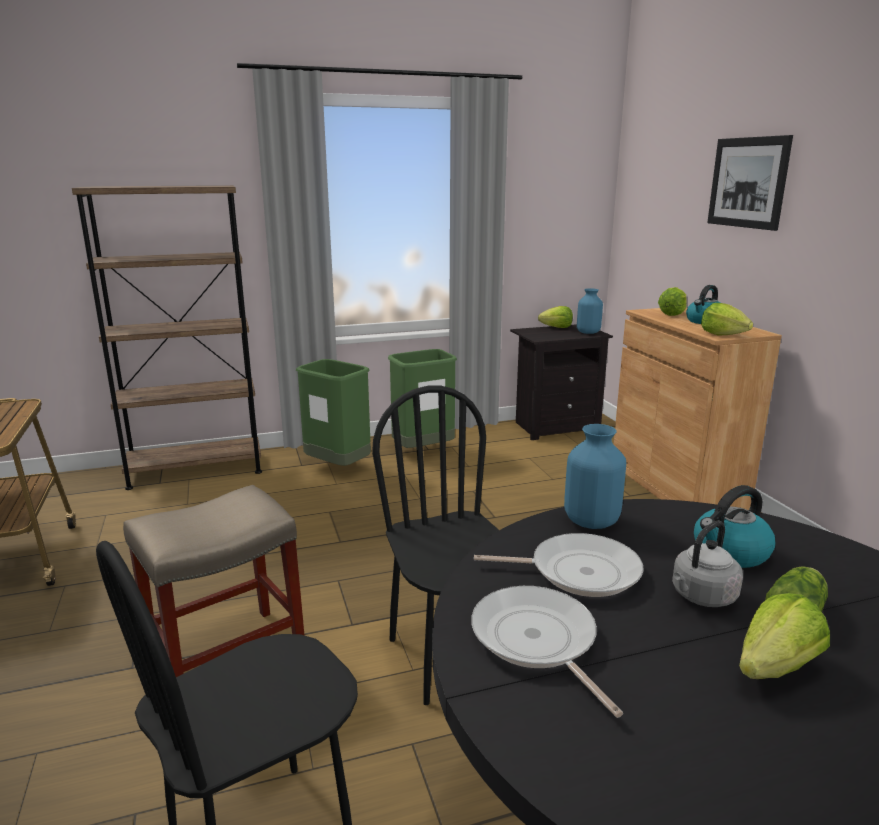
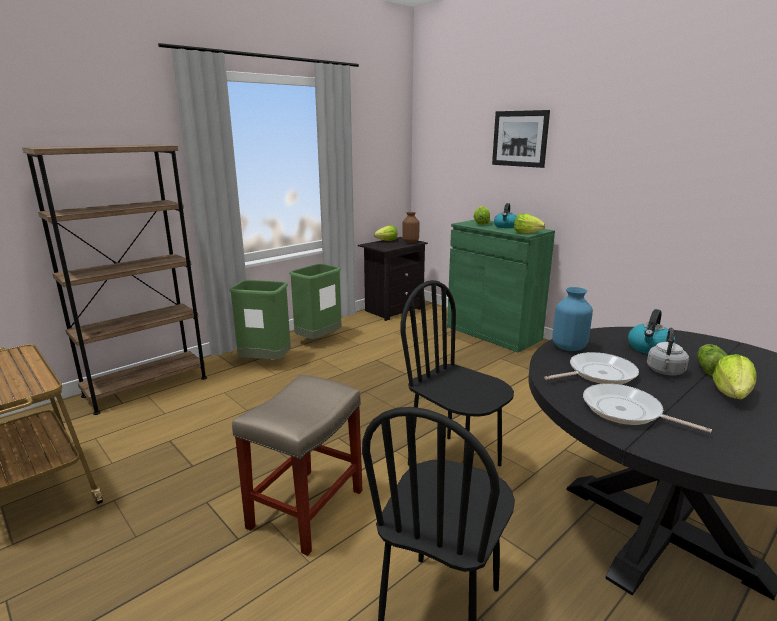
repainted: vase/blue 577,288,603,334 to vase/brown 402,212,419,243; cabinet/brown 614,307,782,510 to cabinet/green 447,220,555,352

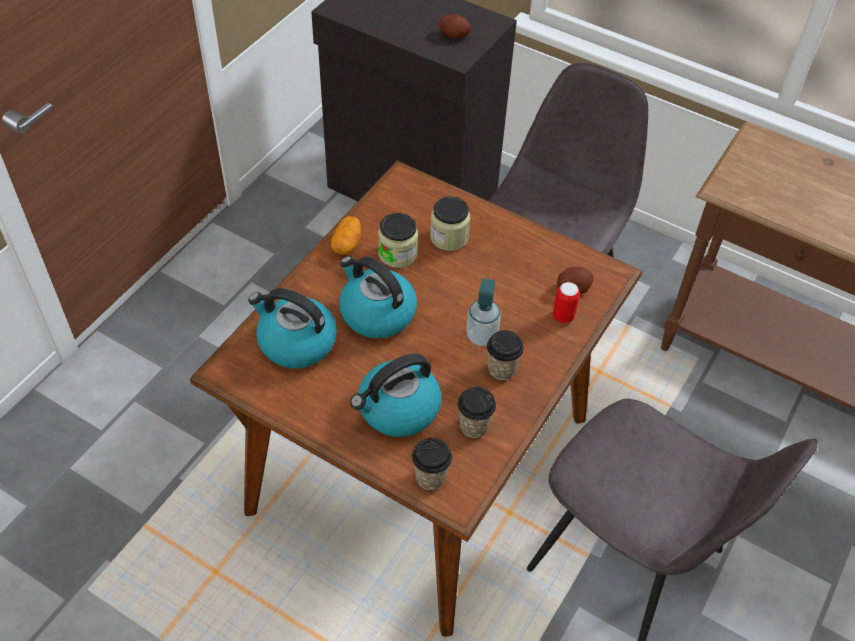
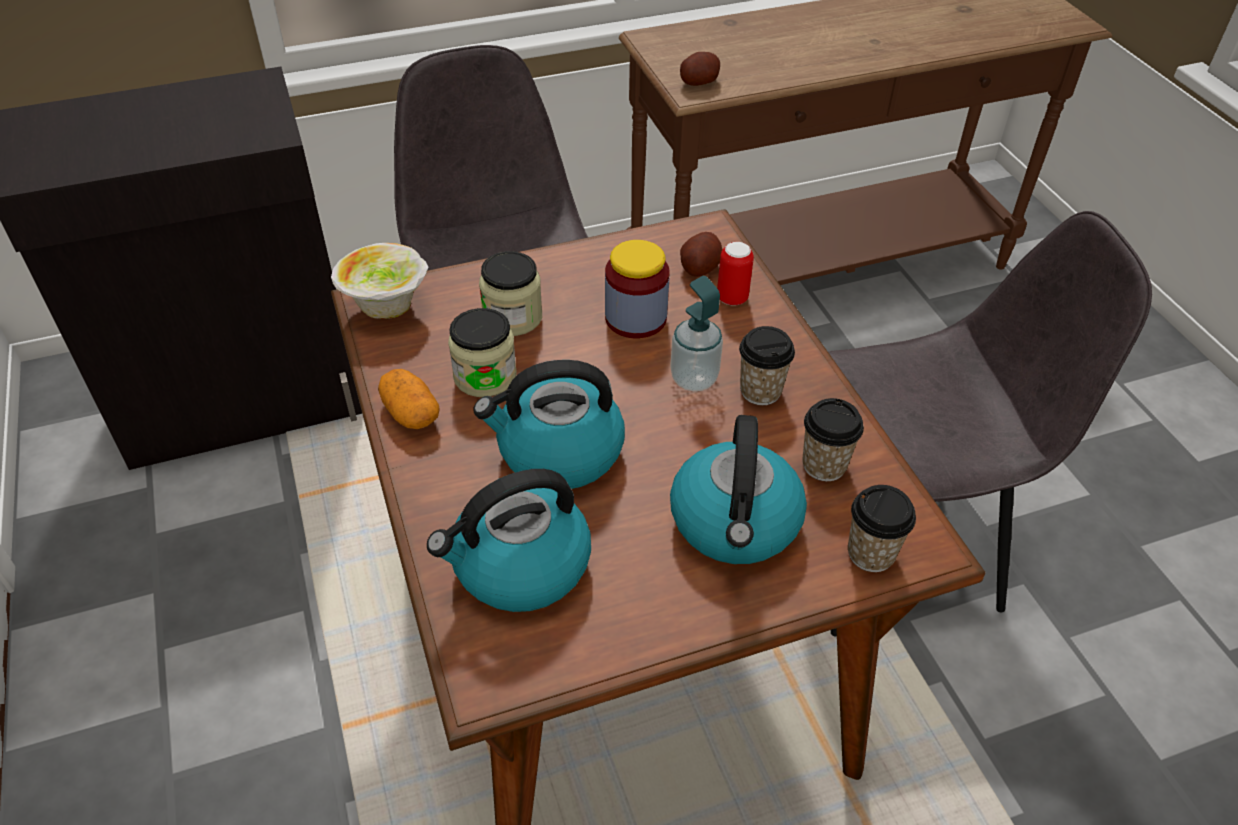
new: bowl 331,243,428,319; jar 605,240,670,338
shifted: potato 439,14,471,39 to 680,52,720,86

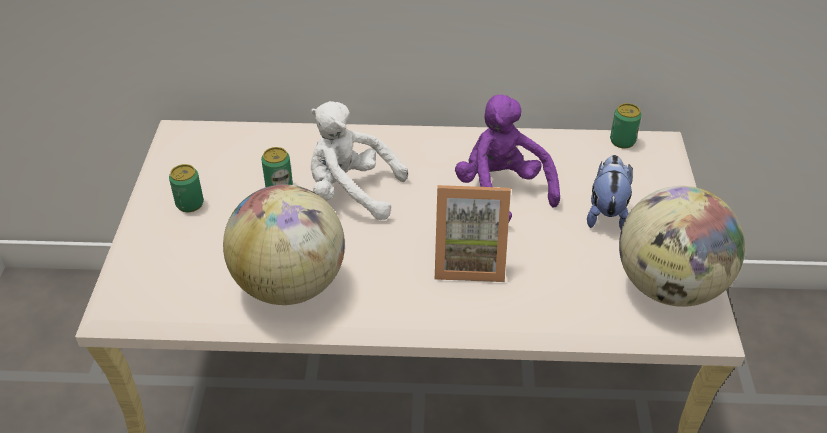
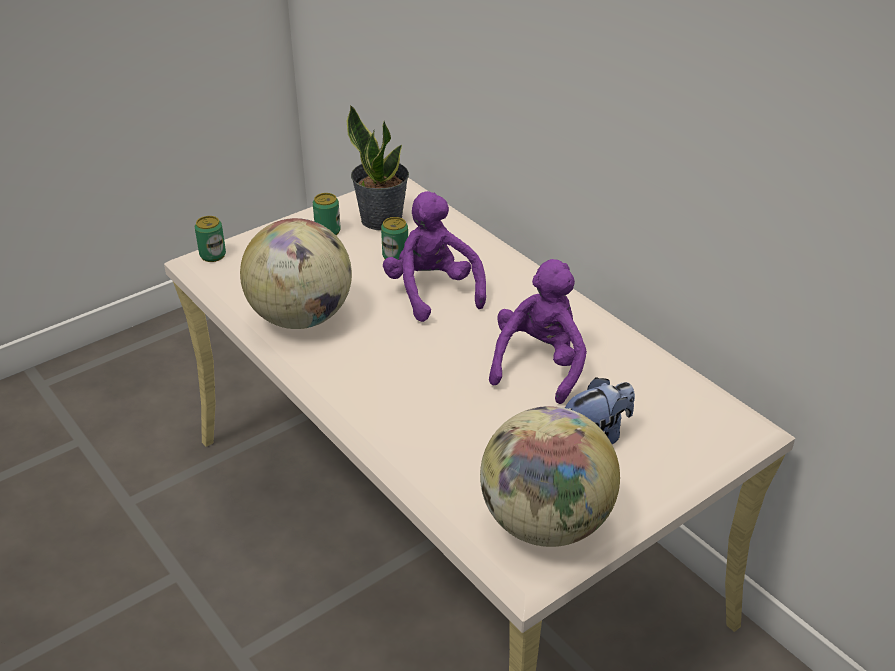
gone: picture frame 435,185,511,282
new: potted plant 347,105,409,230
shifted: can 610,103,642,149 to 195,216,226,262
repainted: plush toy/white 311,101,408,220 to plush toy/purple 383,191,486,322

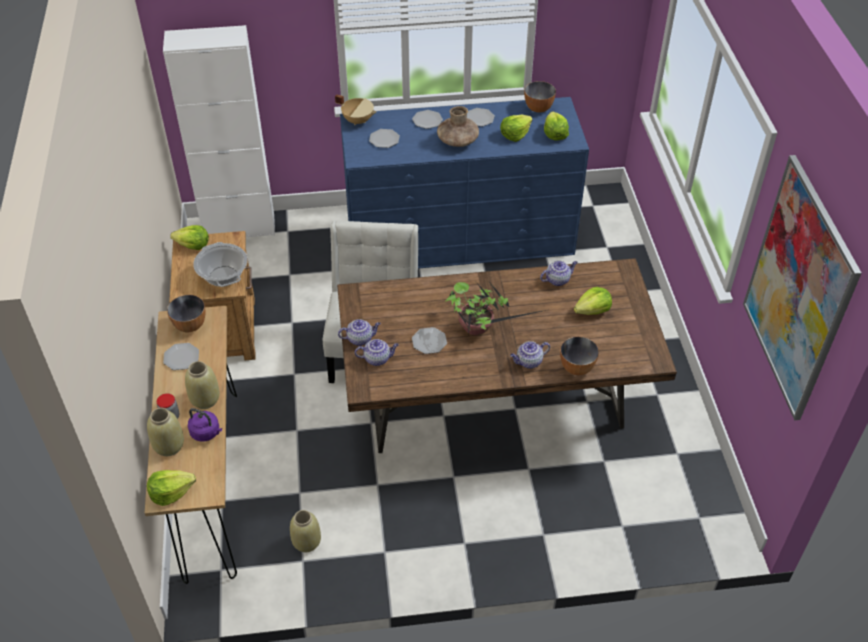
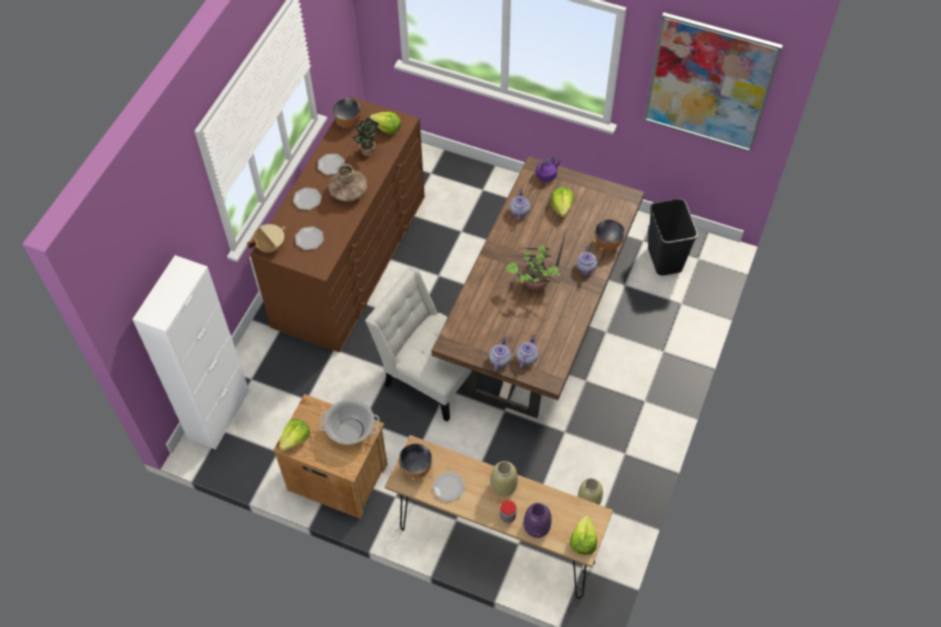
gone: plate 412,327,447,354
new: trash can/black 648,198,698,276
shifted: kettle/purple 188,408,222,442 to 536,157,562,182
swapped: lettuce 500,114,533,142 to potted plant 352,118,380,156
repainted: dresser/blue 340,97,589,269 to dresser/brown 250,96,425,353; vase/beige 147,408,184,456 to vase/purple 524,503,552,538

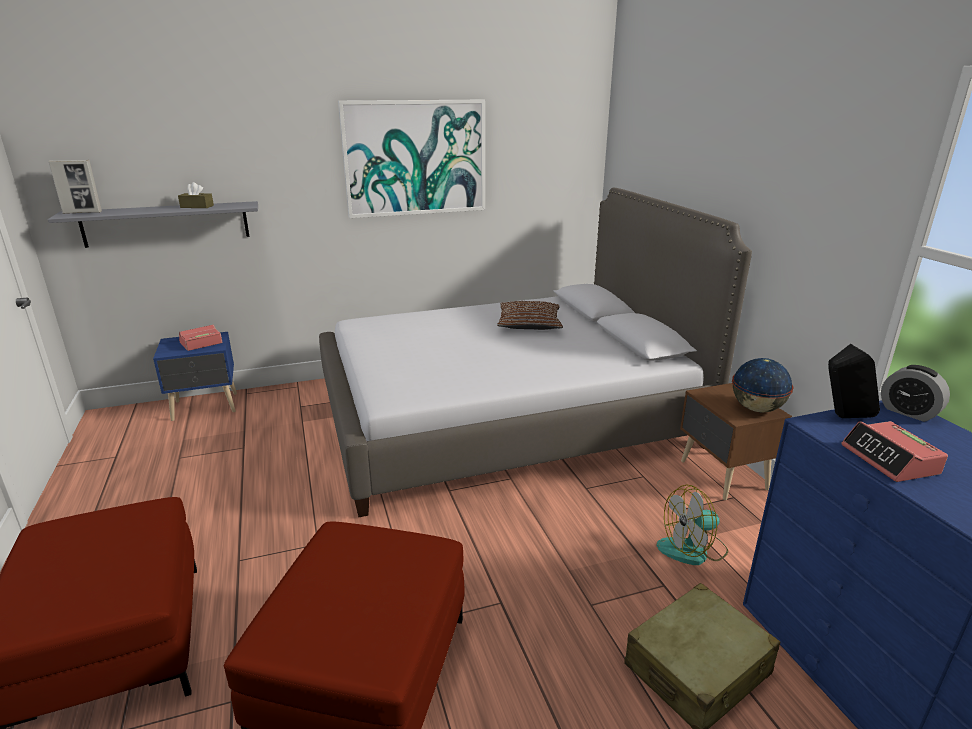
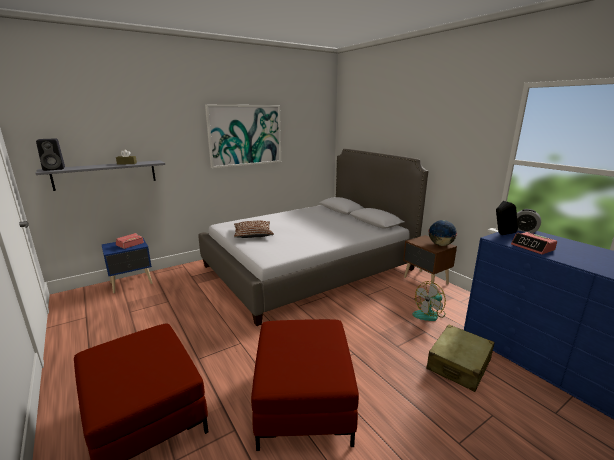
shifted: pillow/brown 497,301,563,330 to 234,221,274,238
swapped: picture frame 48,160,102,214 to speaker/black 36,139,65,171

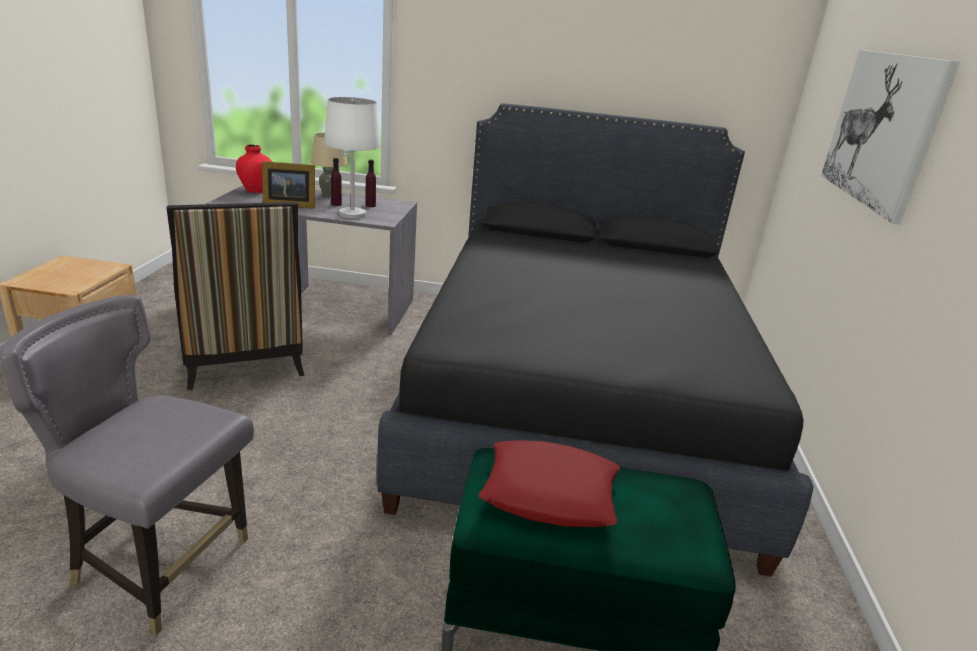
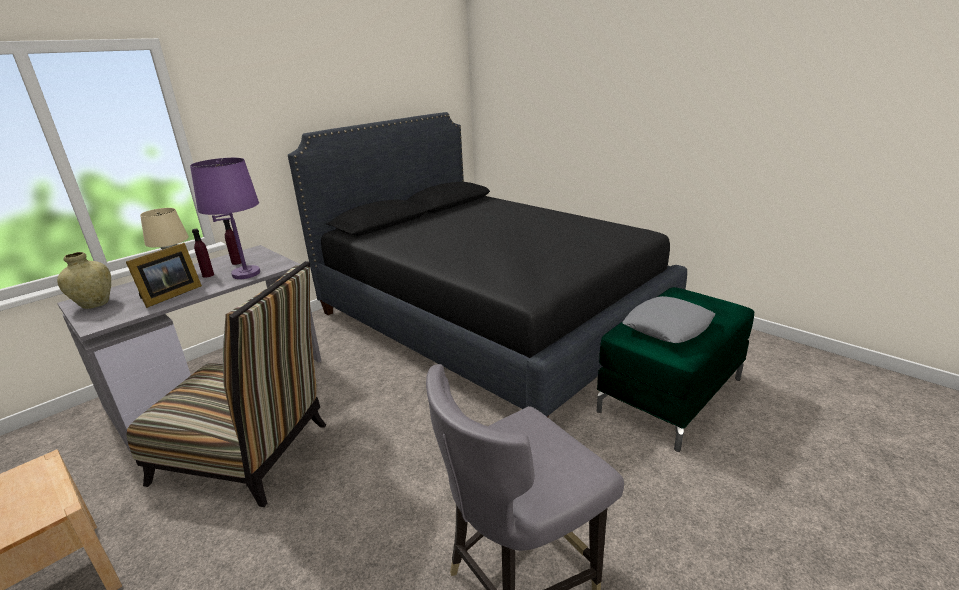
gone: picture 821,50,960,225
repainted: vase/red 236,144,272,193 to vase/beige 57,252,111,309; table lamp/white 324,97,381,219 to table lamp/purple 190,158,260,279; pillow/red 479,440,620,527 to pillow/grey 622,296,715,343

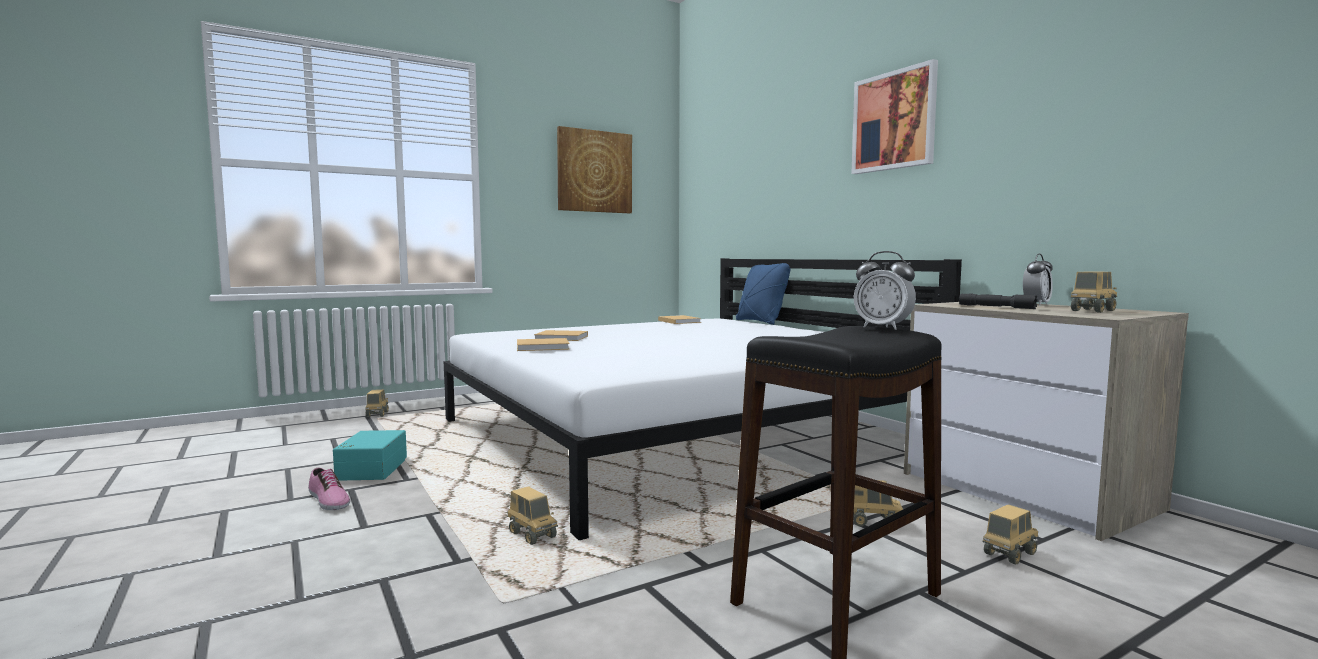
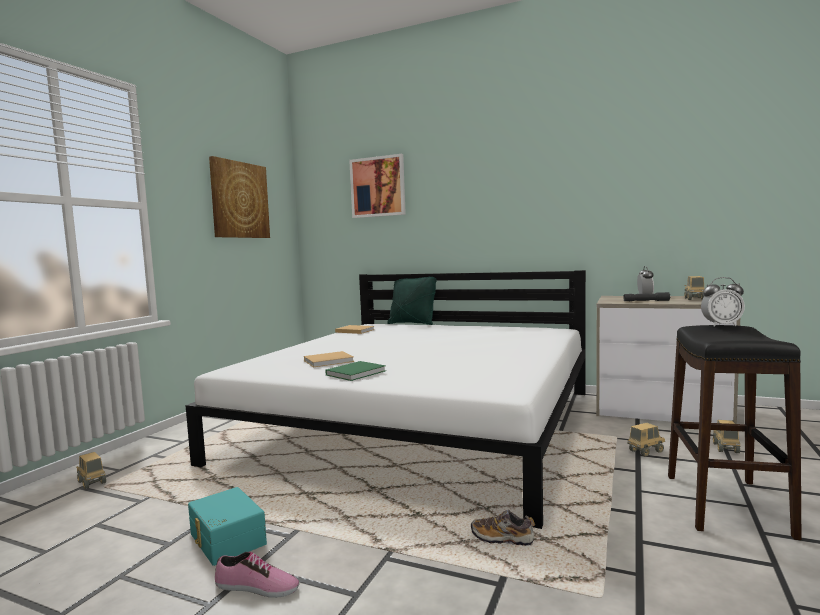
shifted: picture 851,59,938,174 to 349,154,406,218
swapped: toy truck 507,486,558,545 to shoe 471,509,535,546
repainted: book/beige 517,338,570,351 to book/green 325,361,386,381; pillow/blue 736,263,791,325 to pillow/green 387,277,437,325

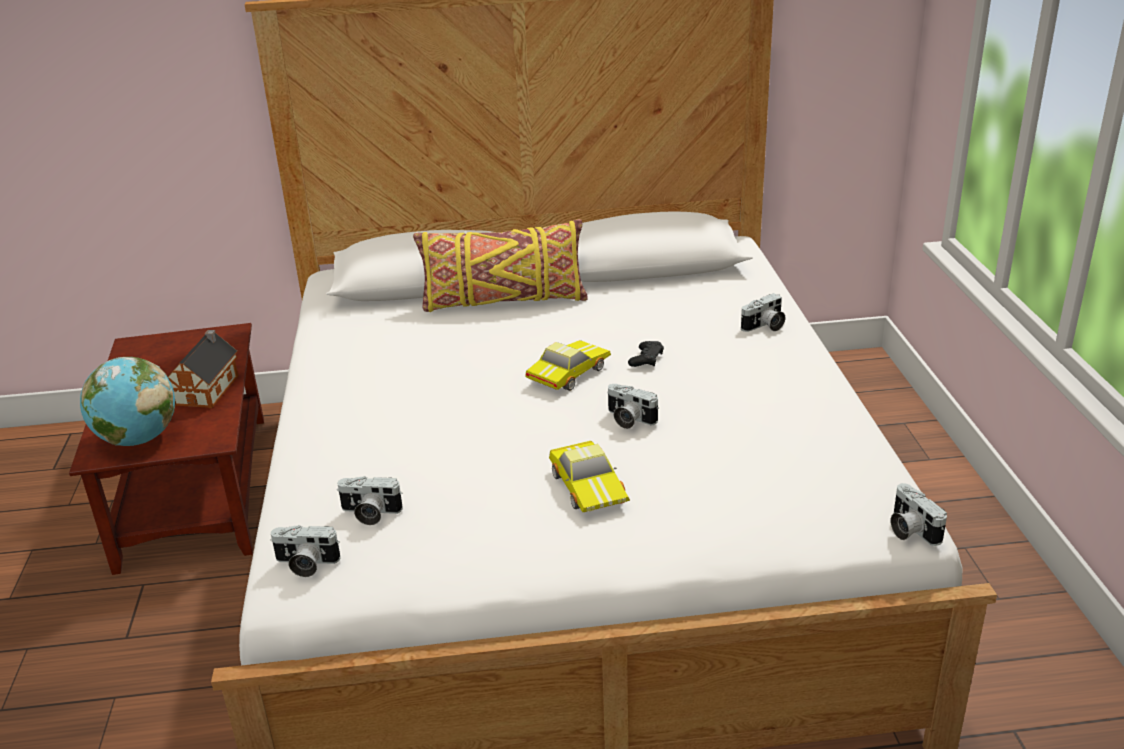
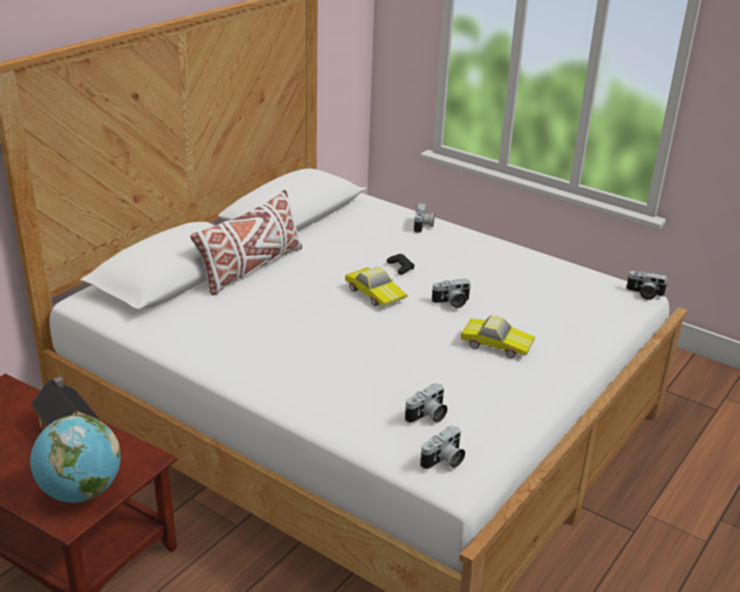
repainted: pillow/yellow 413,219,588,312 to pillow/white 190,190,302,295
rotated: toy car 525,340,611,391 = 345,266,408,306 150 degrees clockwise

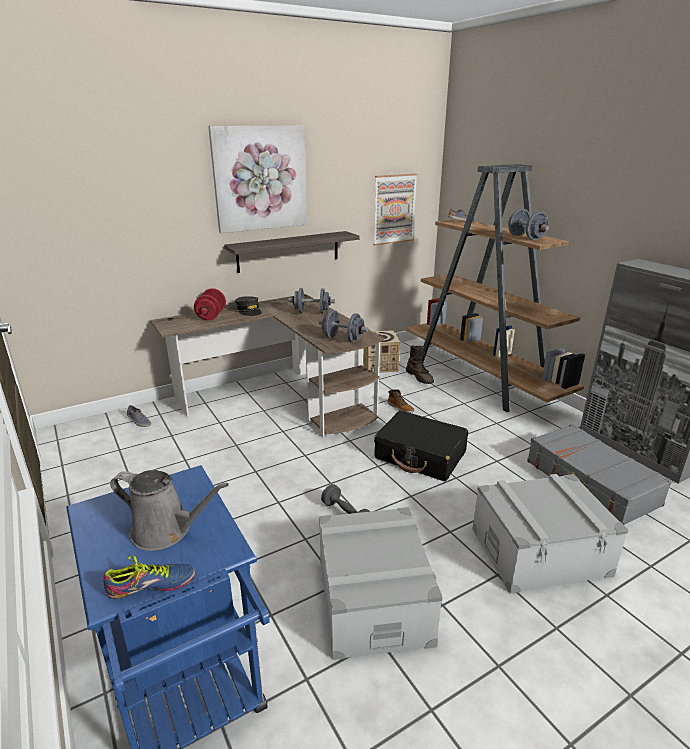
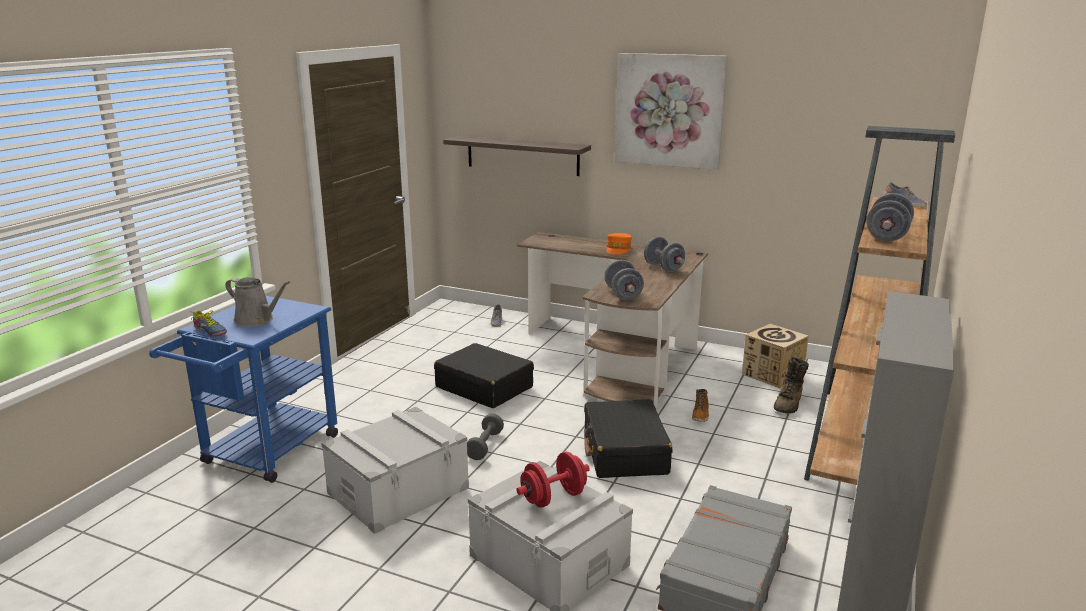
gone: picture 373,174,417,245
new: suitcase/black 434,343,534,408
shifted: shelf 224,231,359,273 to 443,135,591,176; dumbbell/red 194,288,226,320 to 516,452,590,508
repainted: cap/grey 235,296,262,316 to cap/orange 606,233,632,254
rotated: watering can/grey 110,470,229,551 = 225,277,290,327 45 degrees counterclockwise

